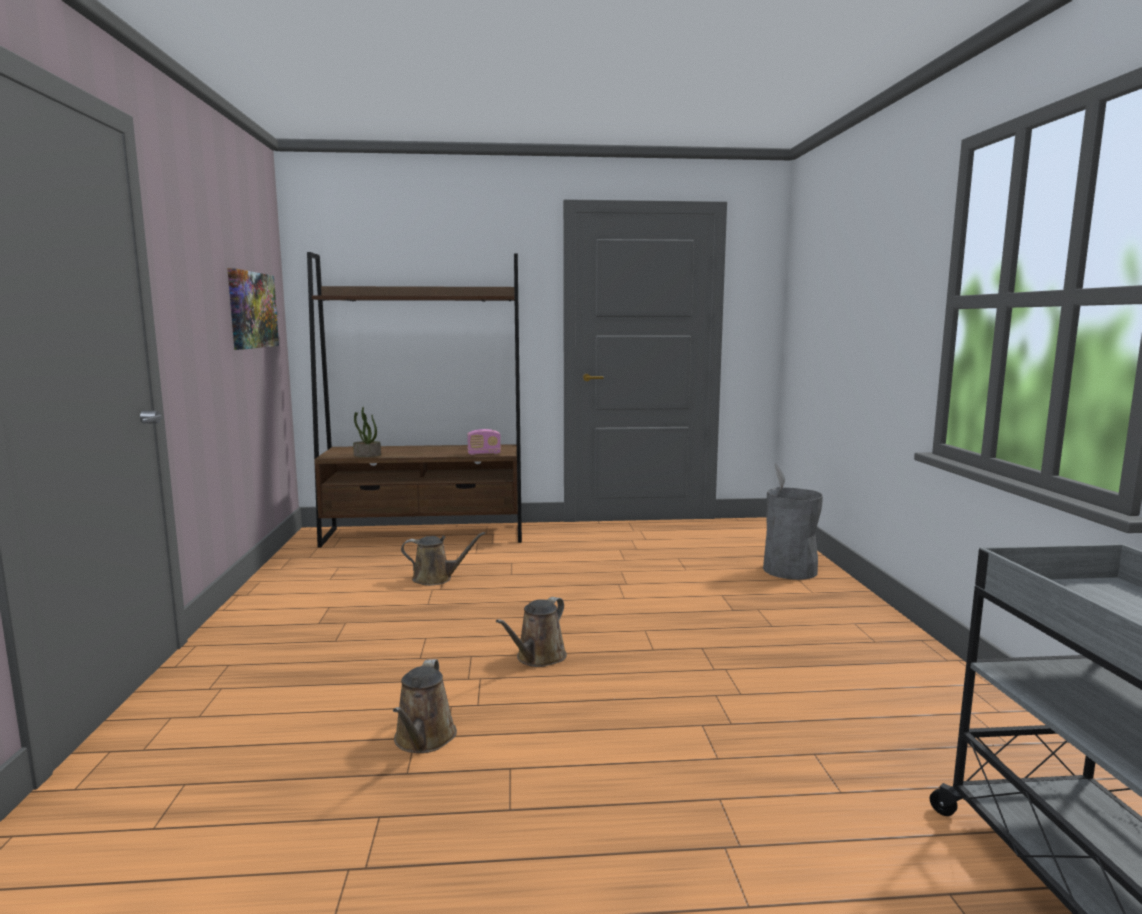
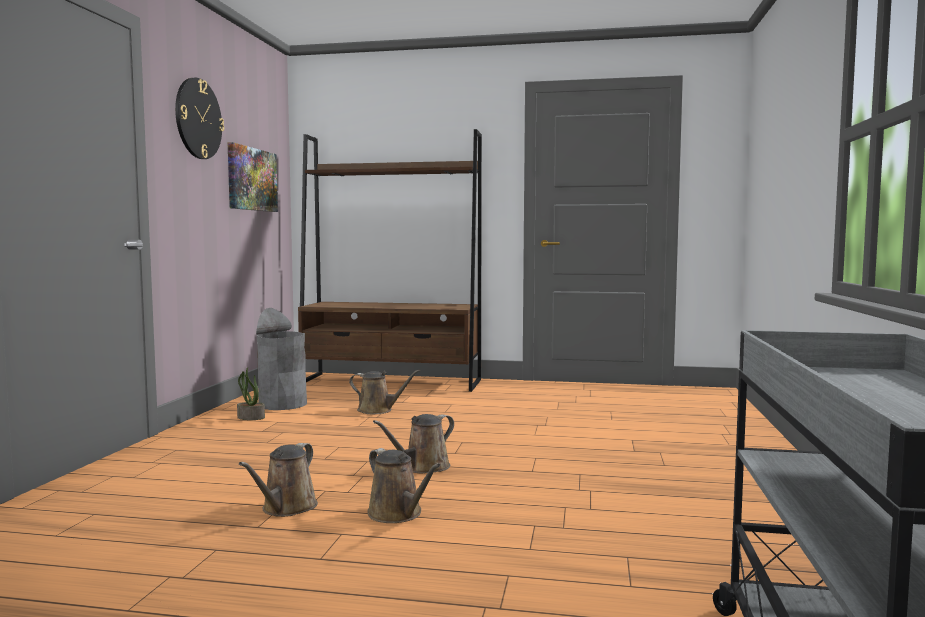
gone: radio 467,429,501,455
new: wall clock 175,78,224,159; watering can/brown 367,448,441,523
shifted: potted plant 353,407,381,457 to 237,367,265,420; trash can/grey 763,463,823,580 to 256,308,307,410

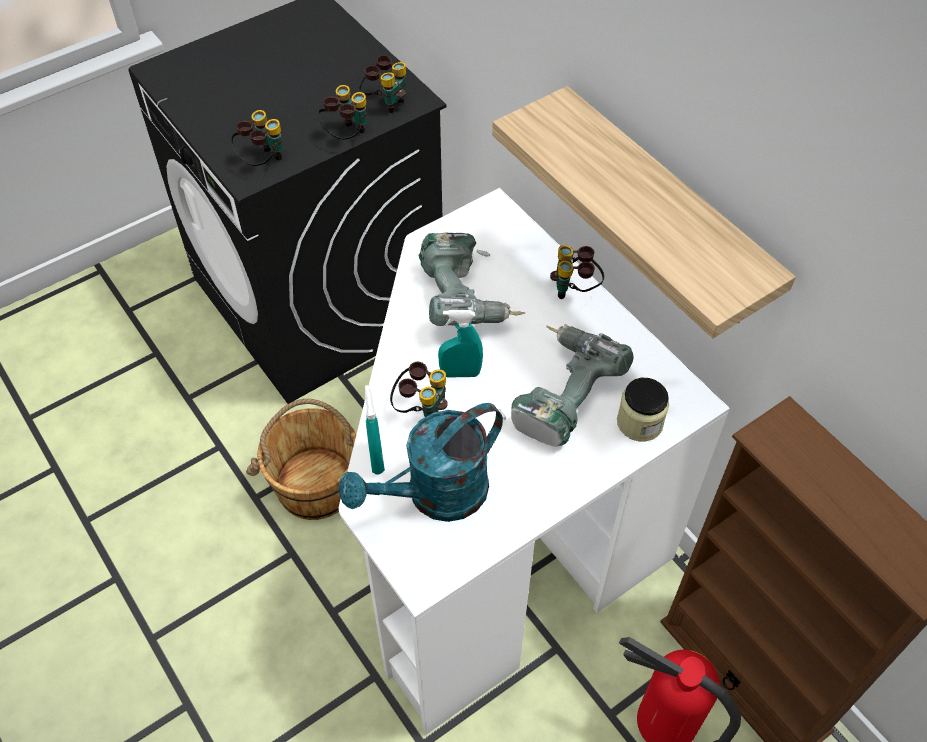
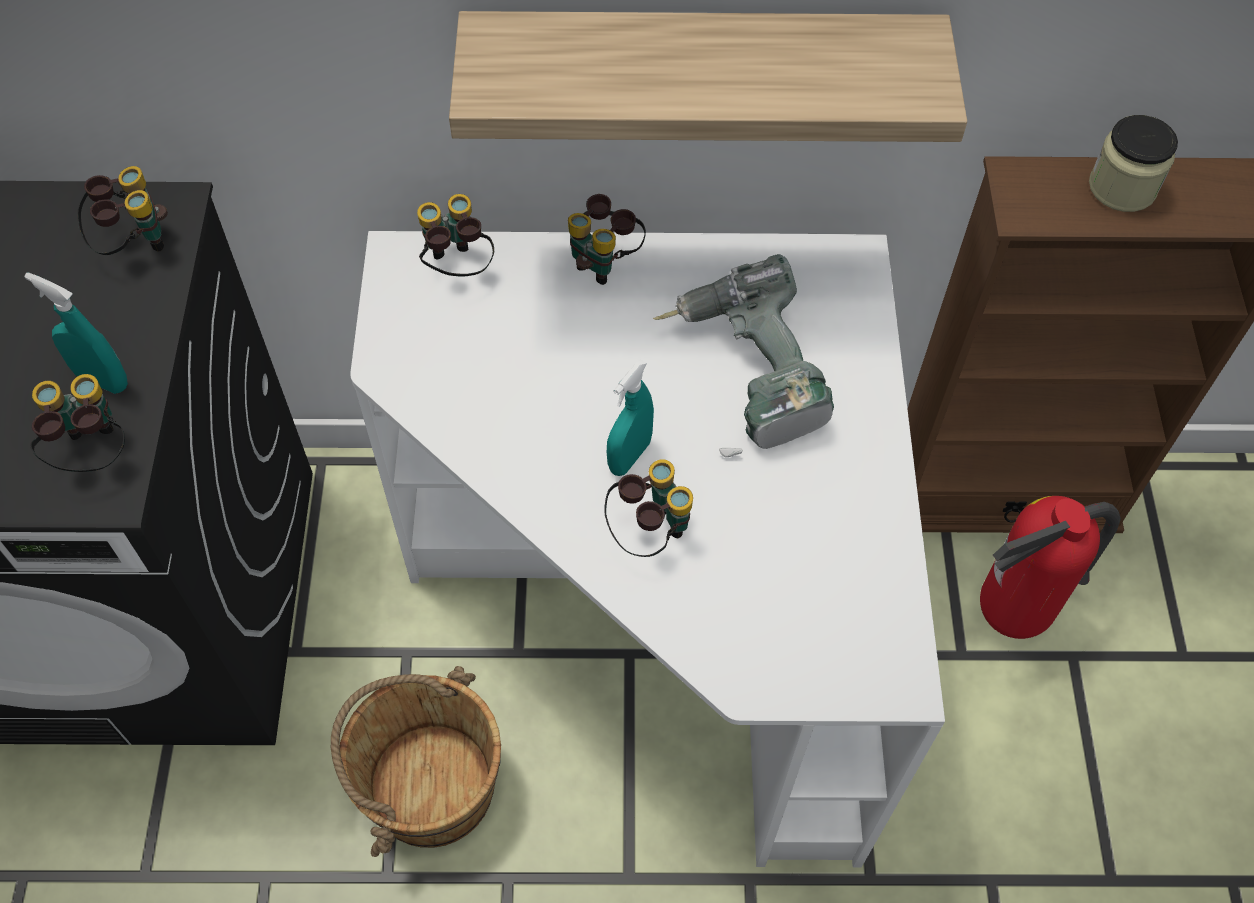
gone: watering can/turquoise 338,403,503,522; power drill 419,233,525,326
shifted: spray bottle/turquoise 365,385,385,474 to 25,272,128,394; binoculars 318,85,367,140 to 417,194,494,277; jar 617,378,669,441 to 1089,115,1178,212

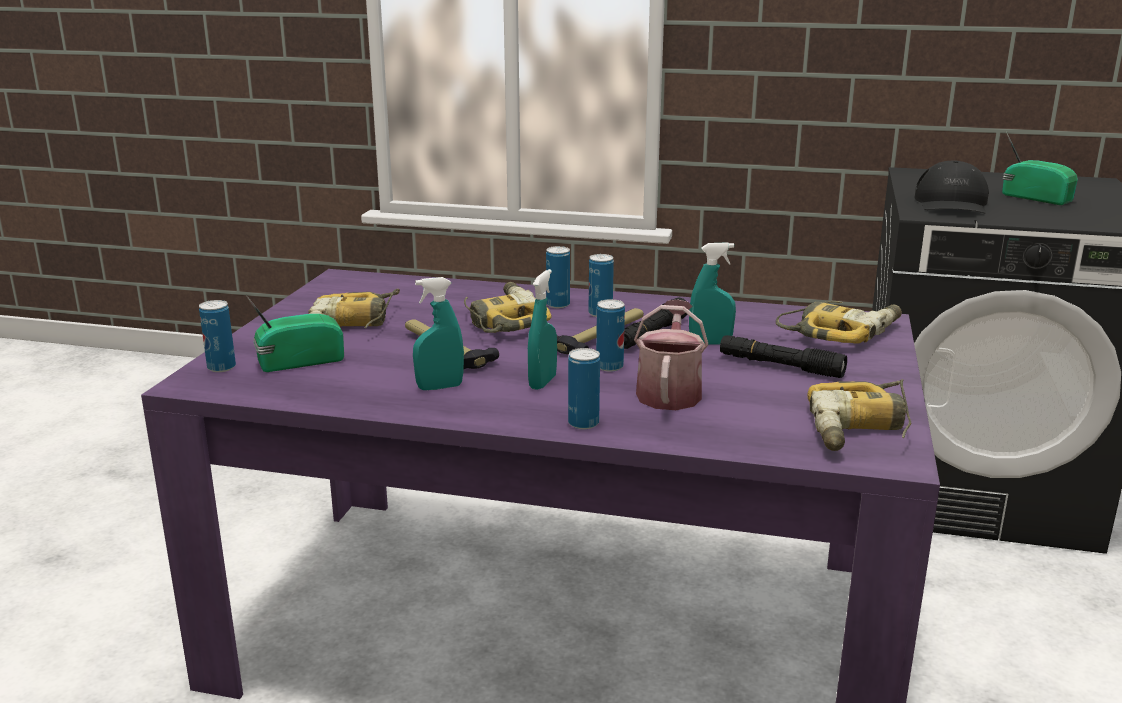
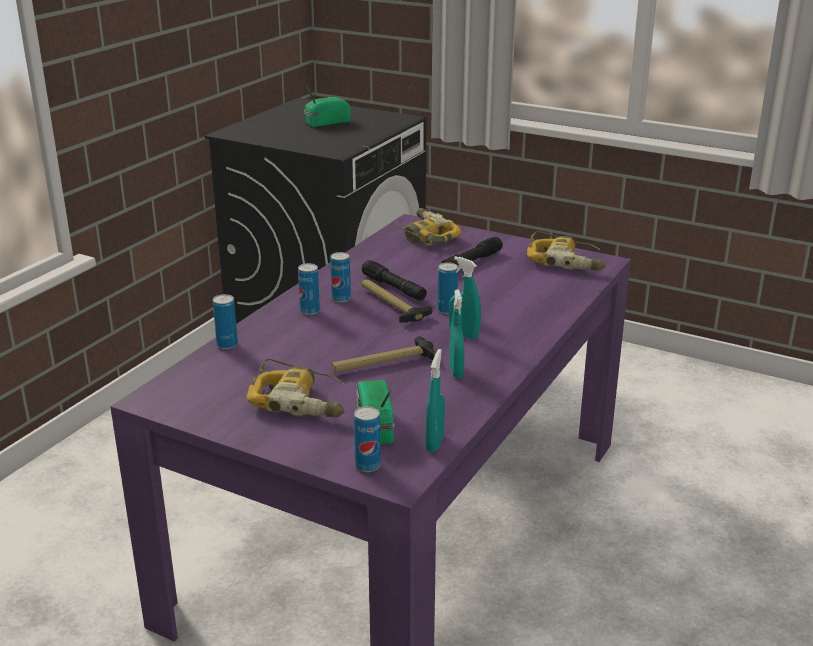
gone: power drill 464,282,552,333; watering can 634,300,708,410; cap/black 915,161,989,213
shifted: can 568,348,600,429 to 213,294,238,349; spray bottle/turquoise 689,242,736,344 to 426,349,445,452

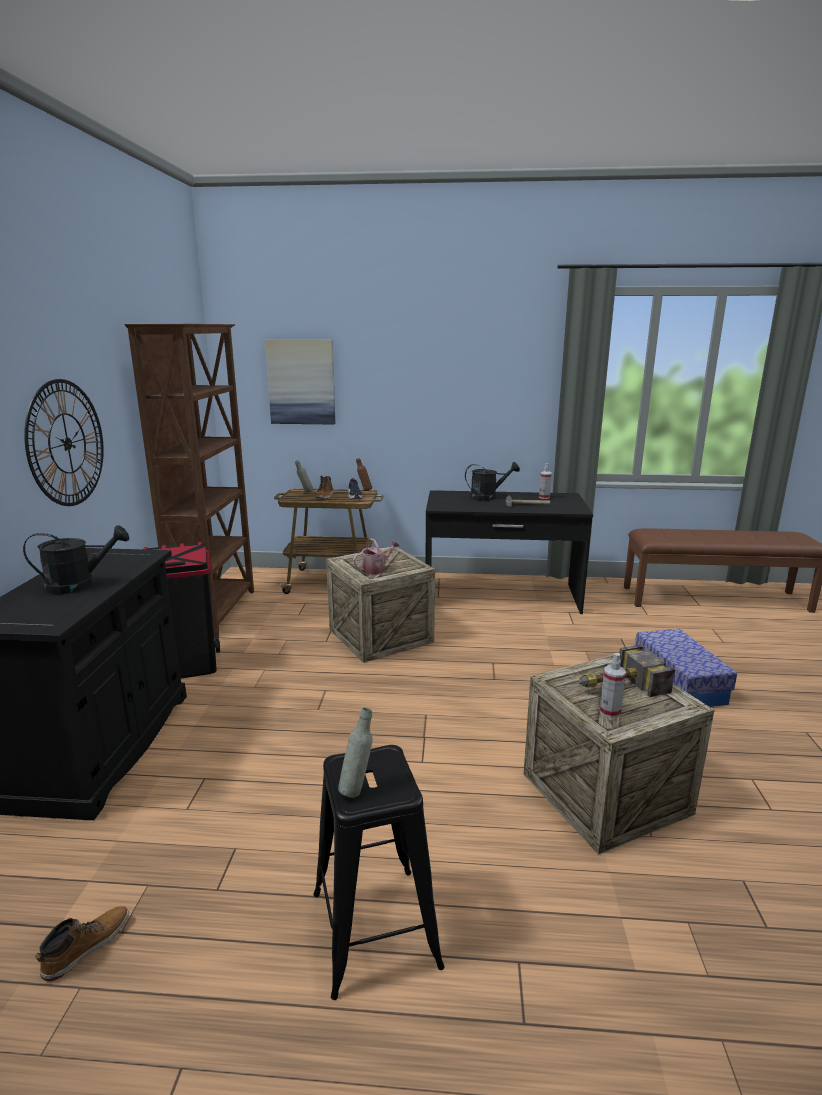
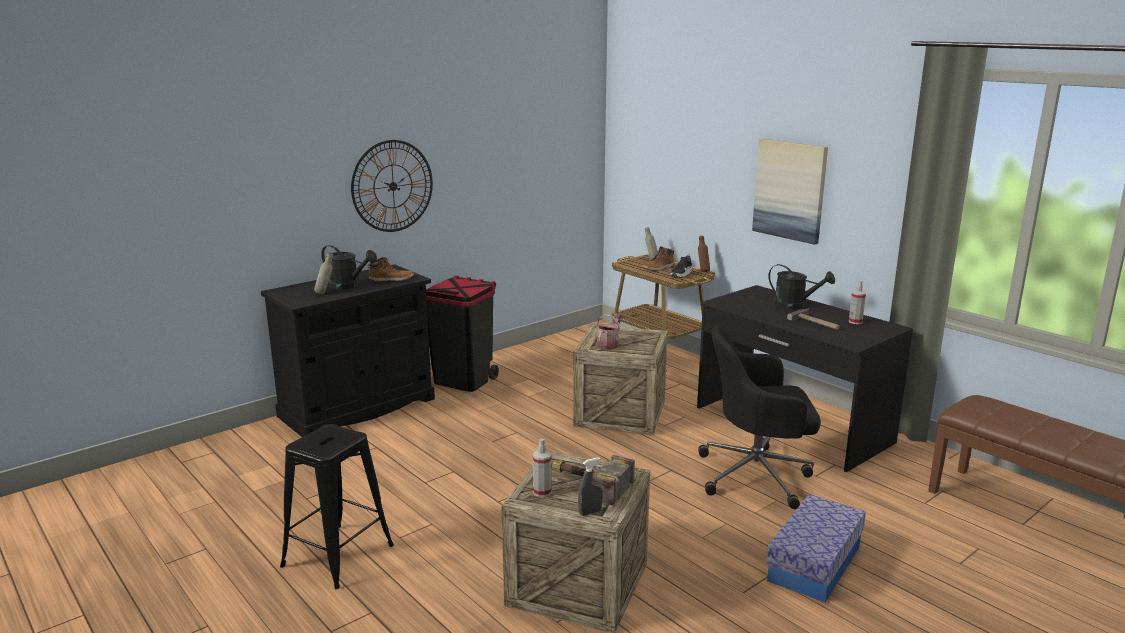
gone: bookcase/brown 124,324,254,638
new: spray bottle/grey 578,457,603,516; office chair/black 698,324,821,509
shifted: bottle/grey 338,708,373,798 to 314,253,333,294; boot 35,906,129,982 to 368,257,414,282; picture 265,340,336,425 to 752,139,828,245
rotated: watering can 353,538,400,575 = 596,313,623,350 75 degrees counterclockwise

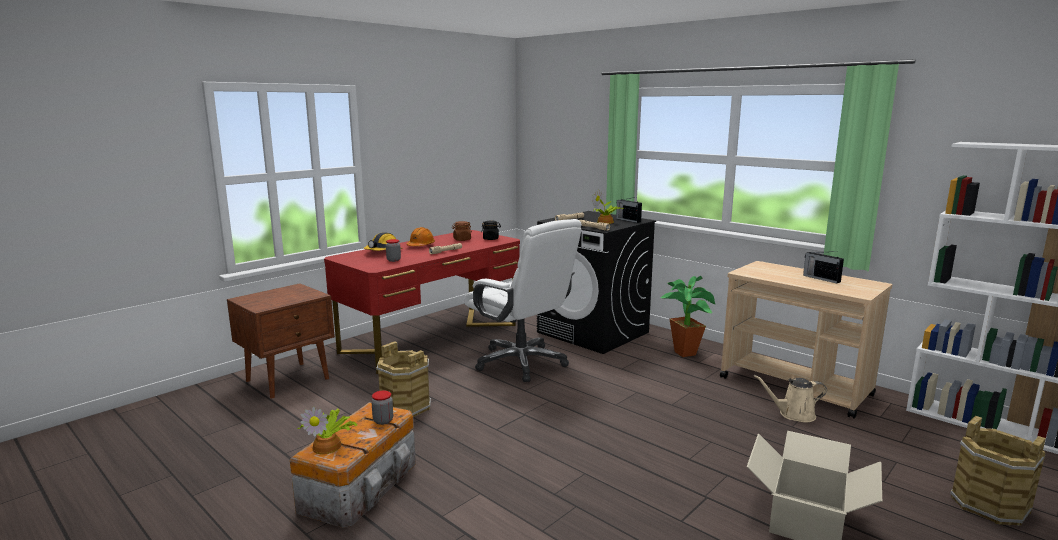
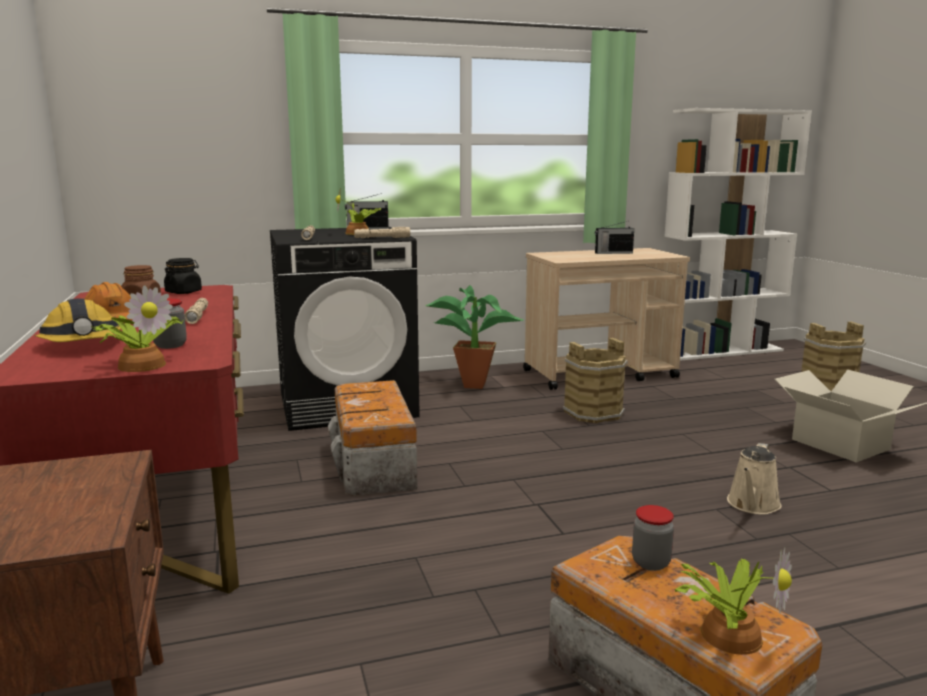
new: potted plant 91,285,184,372
shifted: bucket/brown 376,341,431,417 to 563,338,628,423; watering can/beige 754,375,827,423 to 727,443,782,515
swapped: office chair/white 464,219,582,382 to storage box 328,380,417,496

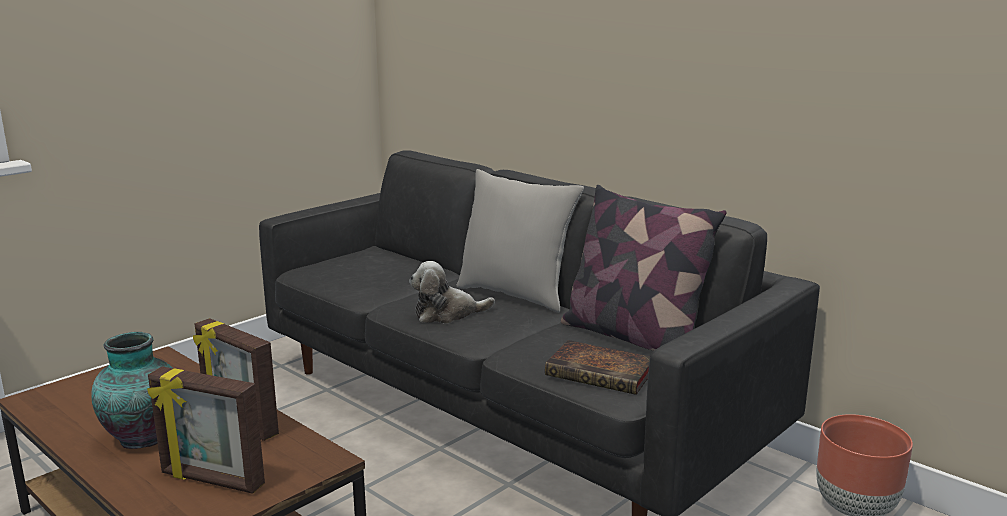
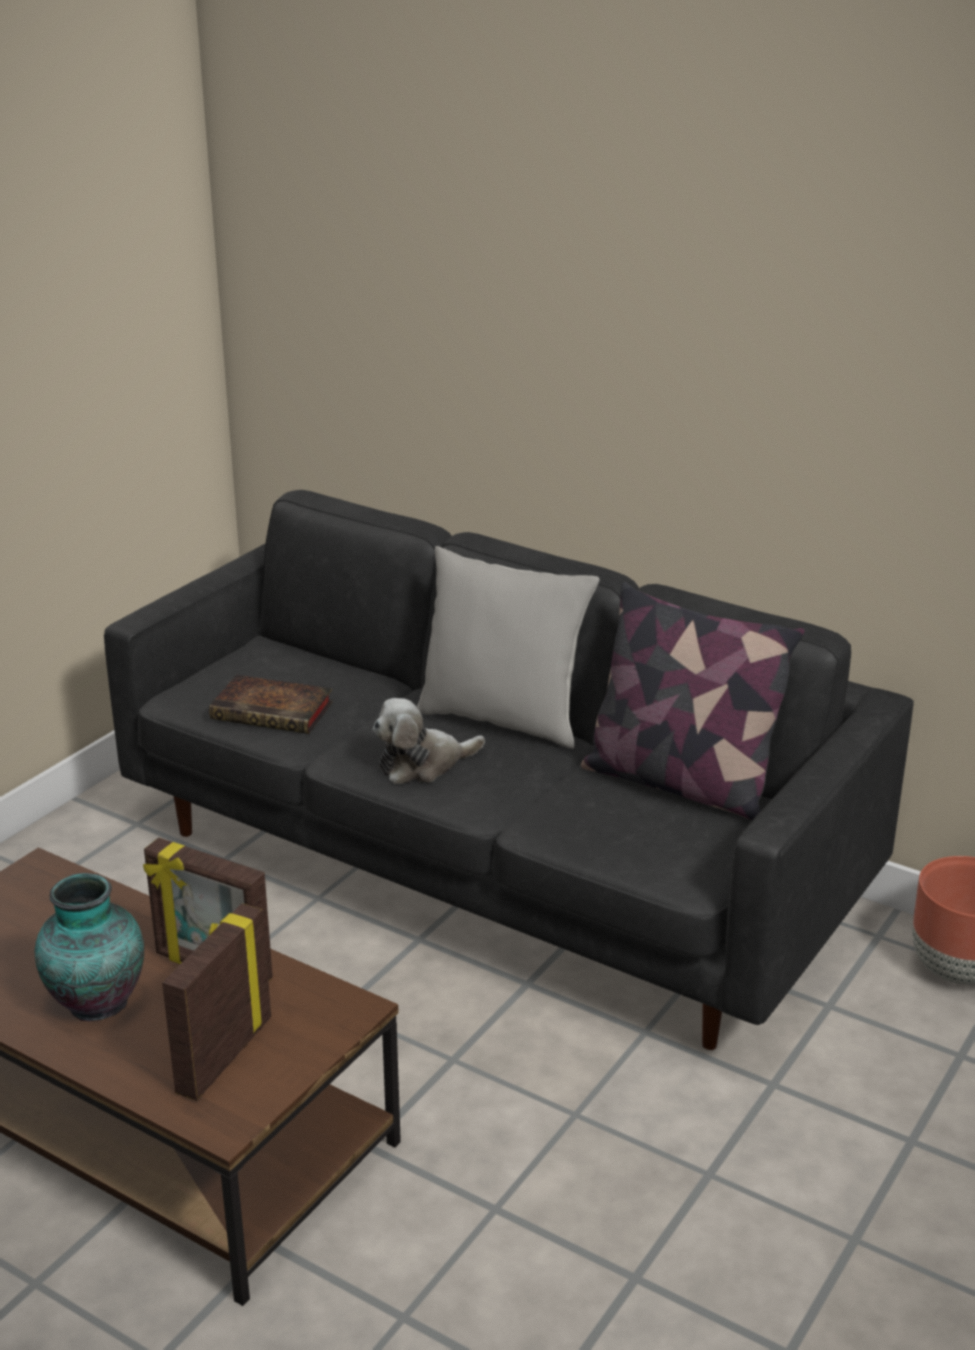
shifted: book 545,340,651,395 to 209,675,333,734
rotated: picture frame 147,366,265,494 = 162,903,271,1101 105 degrees clockwise

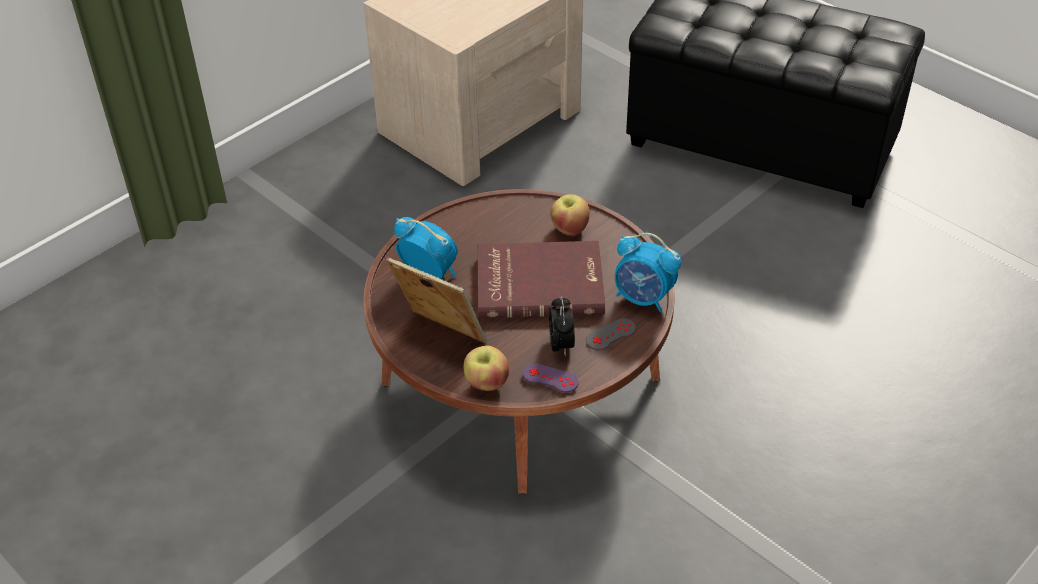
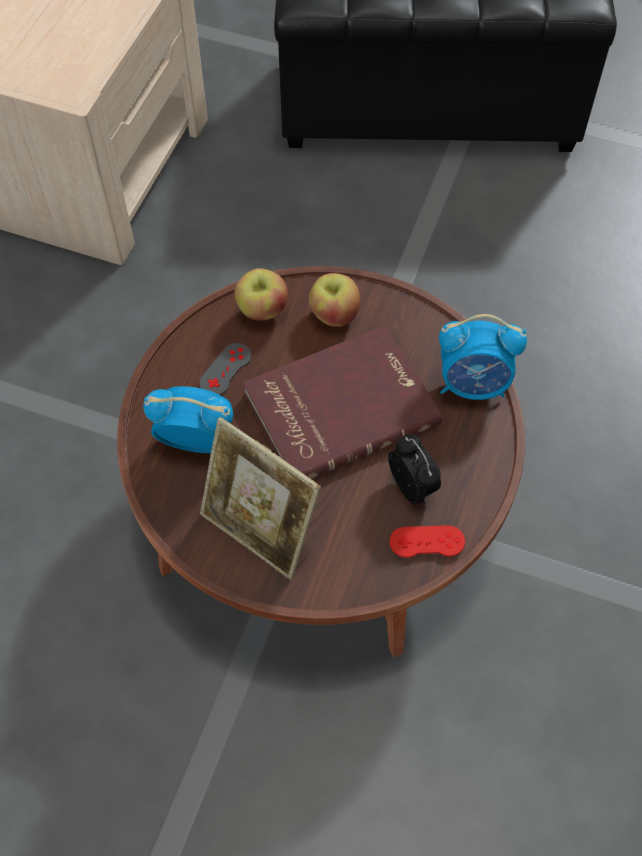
shifted: game controller/grey 586,318,636,350 to 199,343,251,395; apple 463,345,509,391 to 234,268,288,321
repainted: game controller/purple 523,363,578,393 to game controller/red 389,525,465,558
rotated: picture frame 386,257,487,343 = 200,417,321,580 150 degrees counterclockwise

